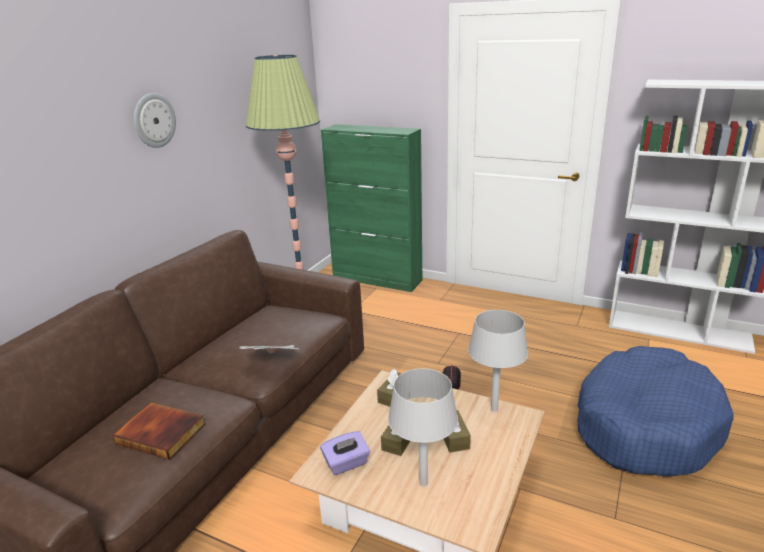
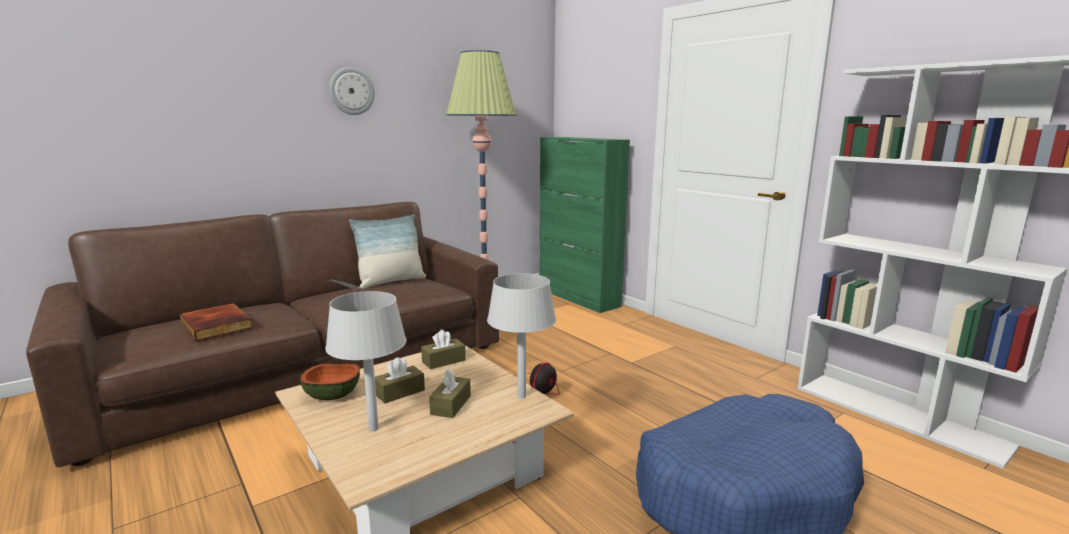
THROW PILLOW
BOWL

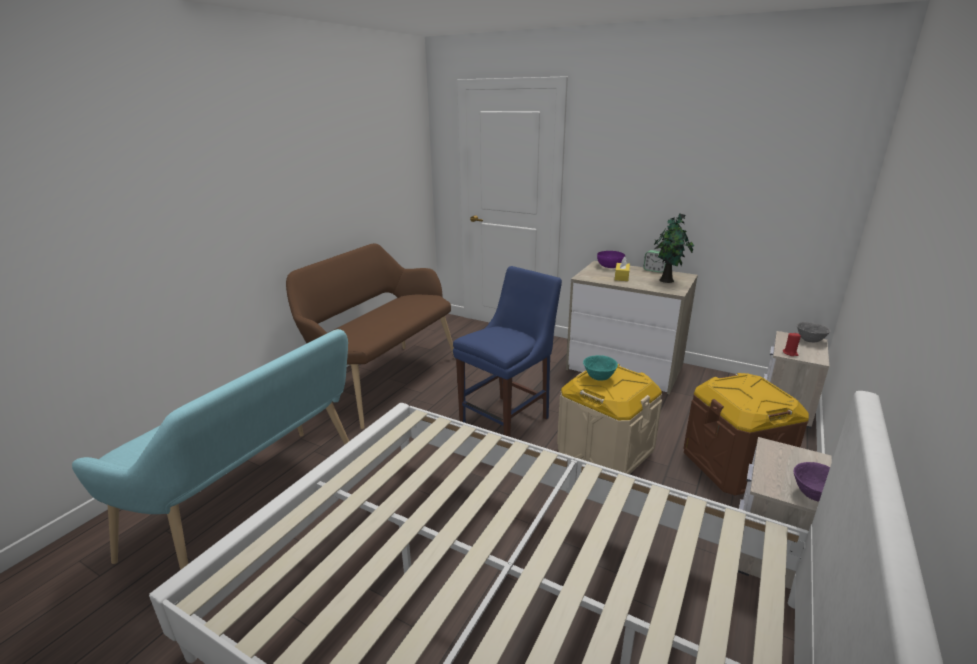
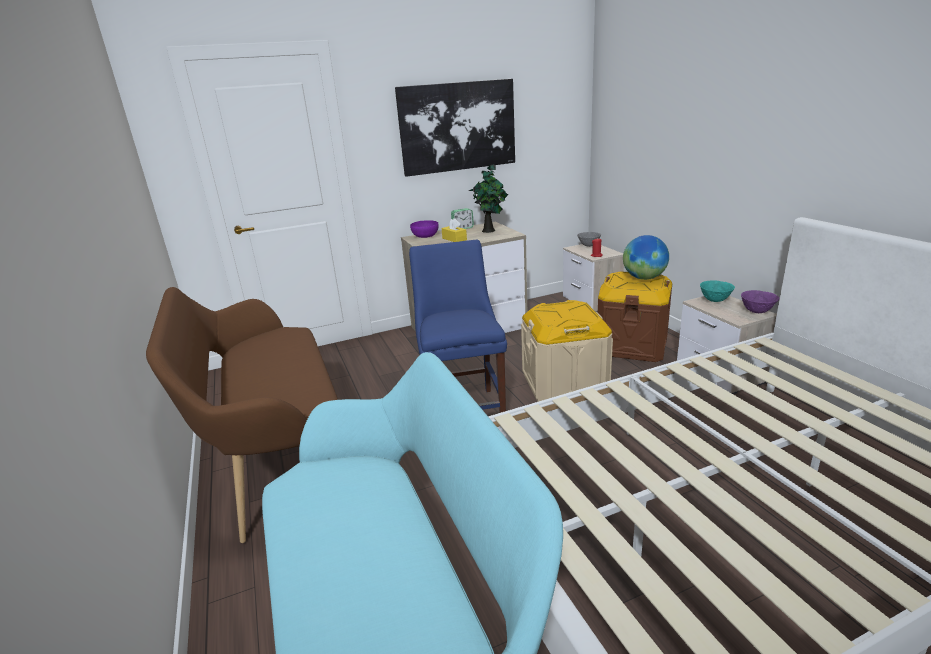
PICTURE
DESK GLOBE
TURQUOISE BOWL

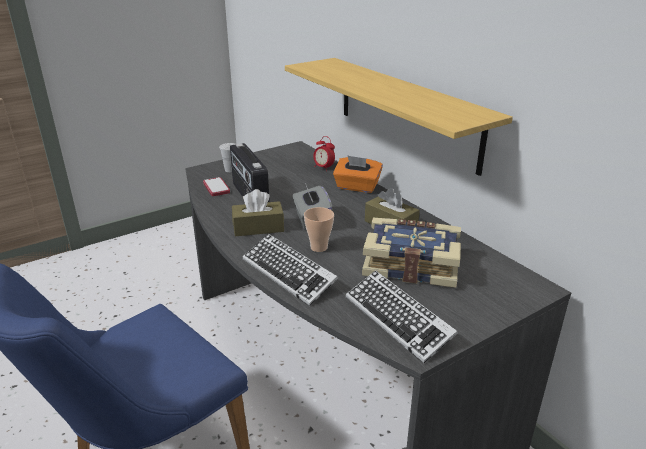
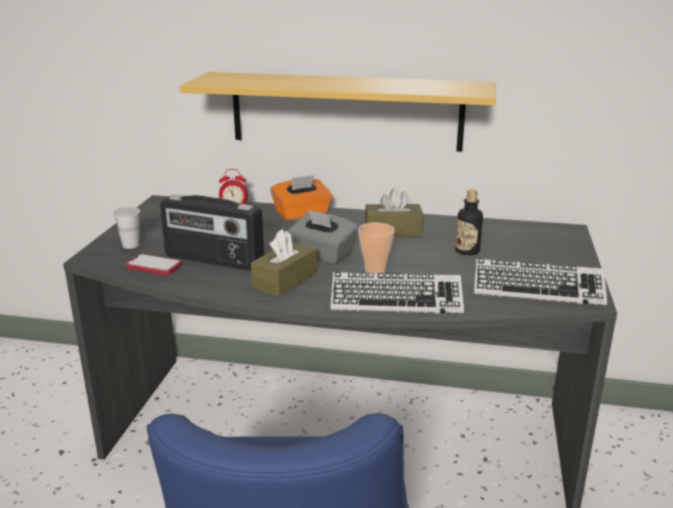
BOTTLE

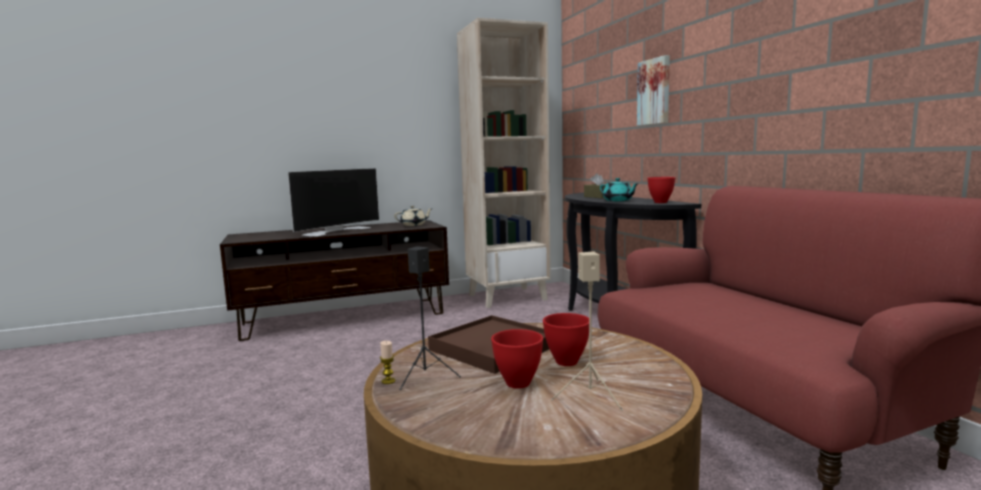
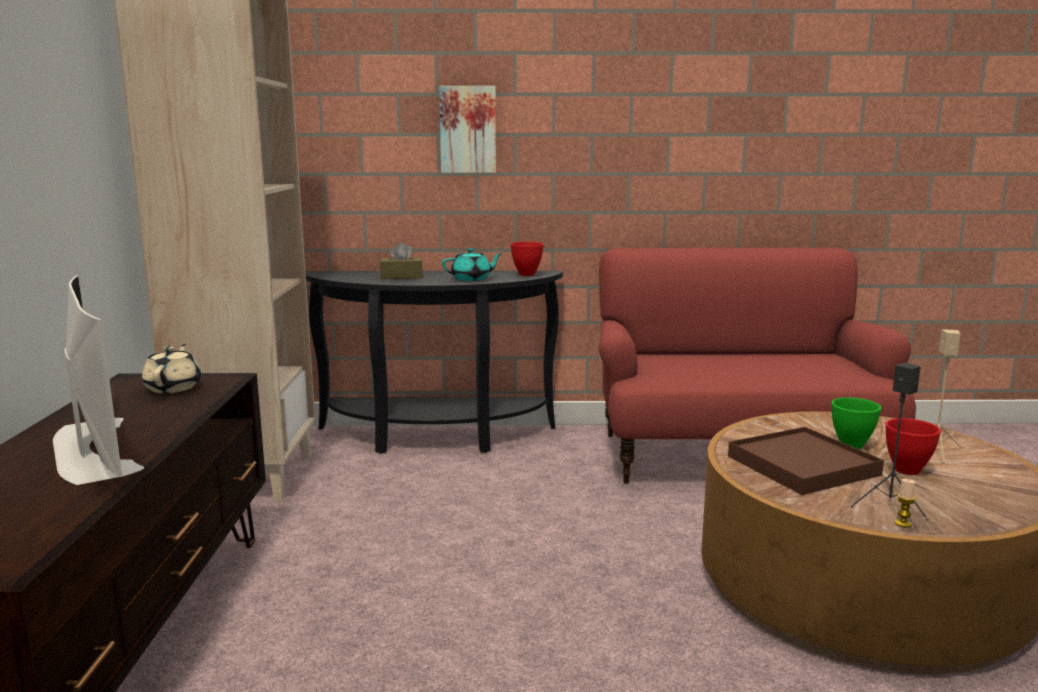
GREENISH BOWL

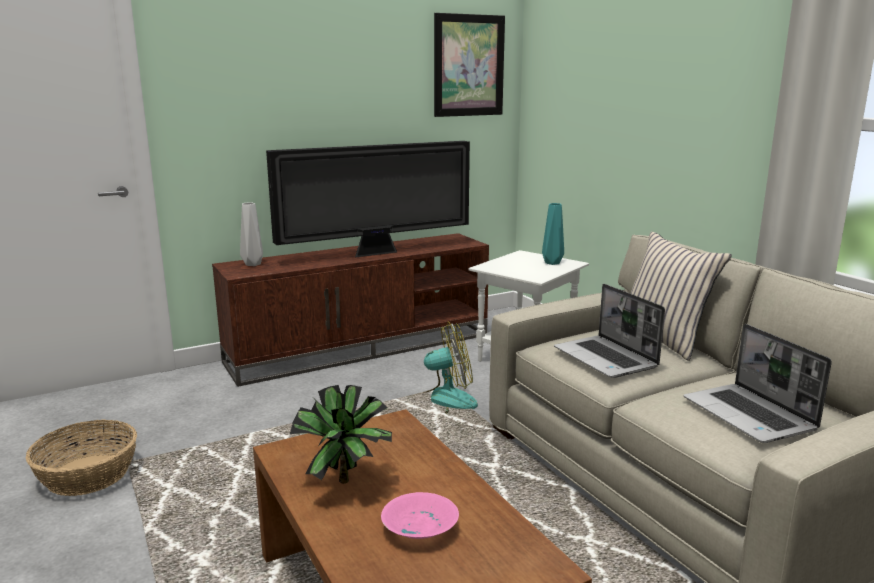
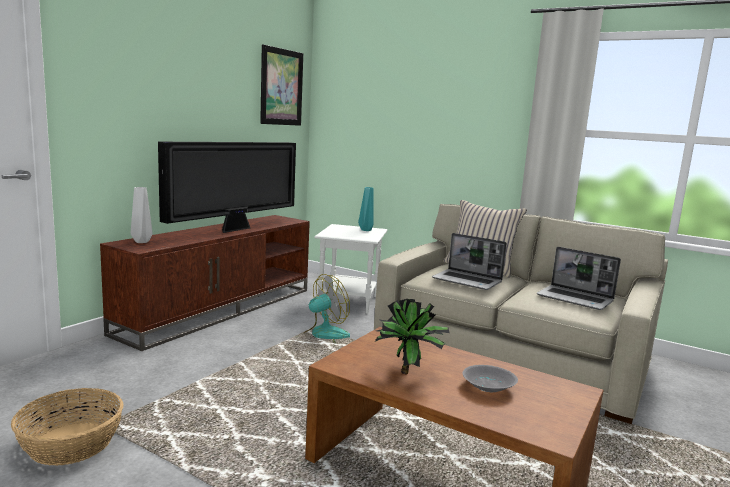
GREY BOWL

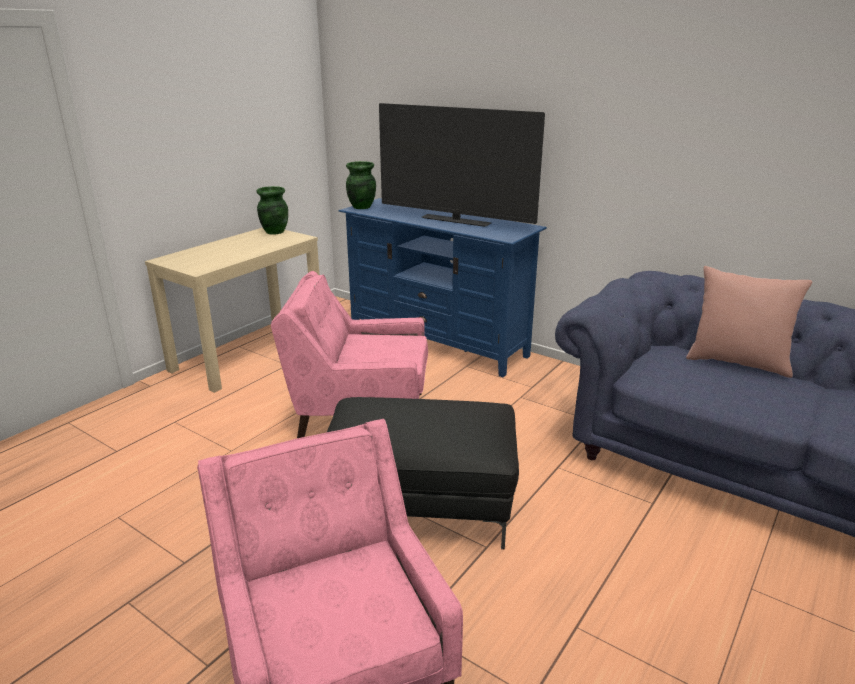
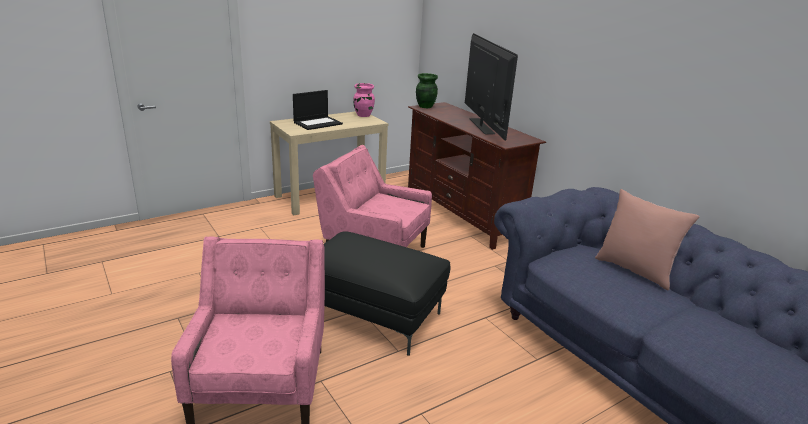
NOTEBOOK COMPUTER
PINK-COLOURED FLOWER VASE
BROWN-COLOURED TV STAND
TV

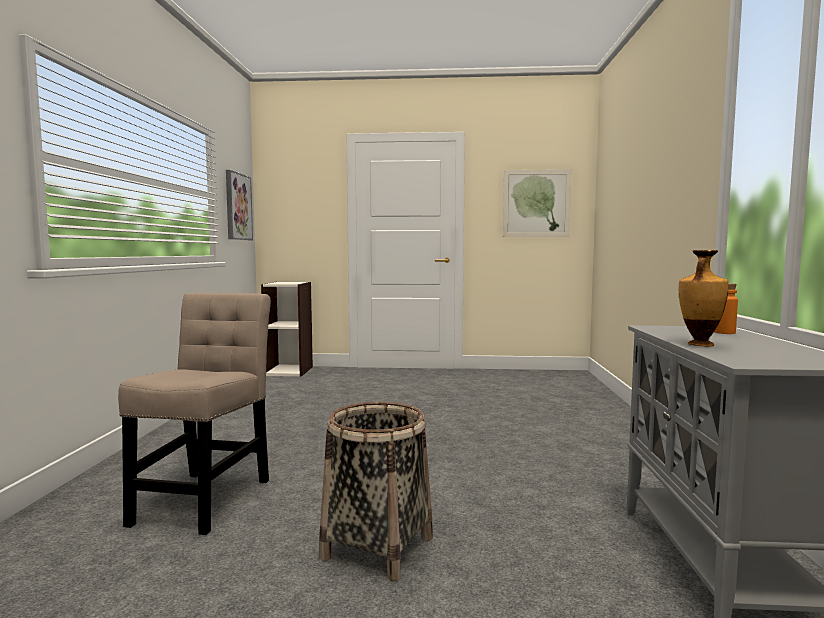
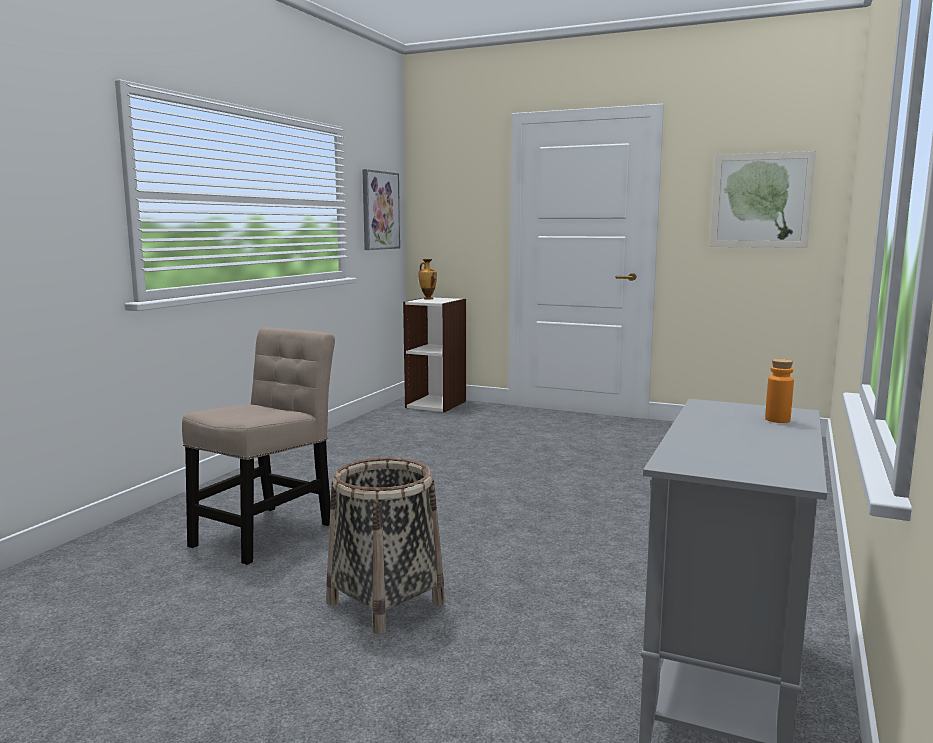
FLOWER VASE

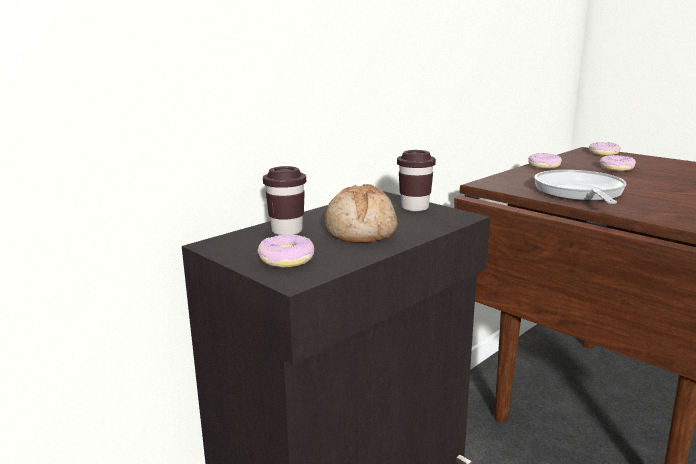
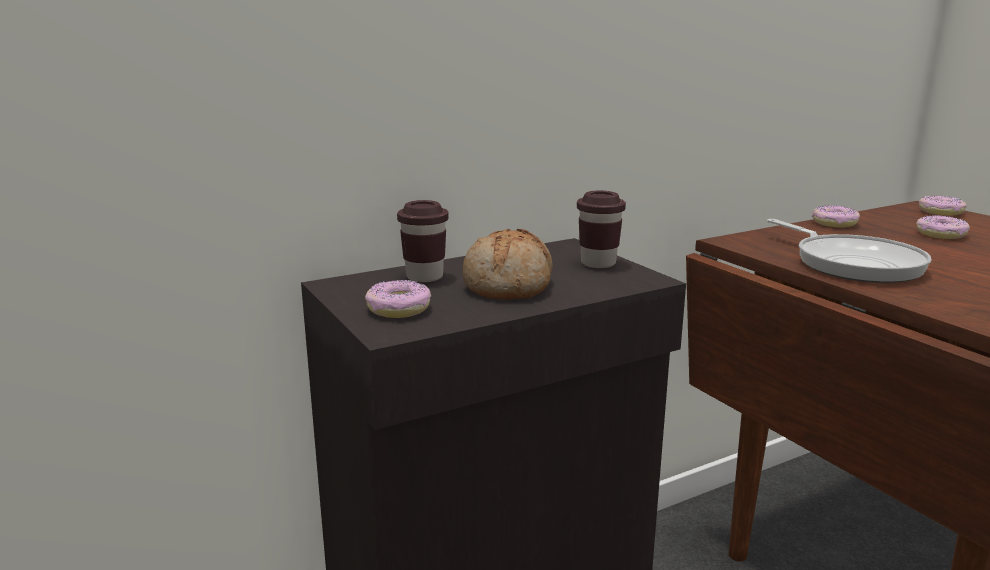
PAN

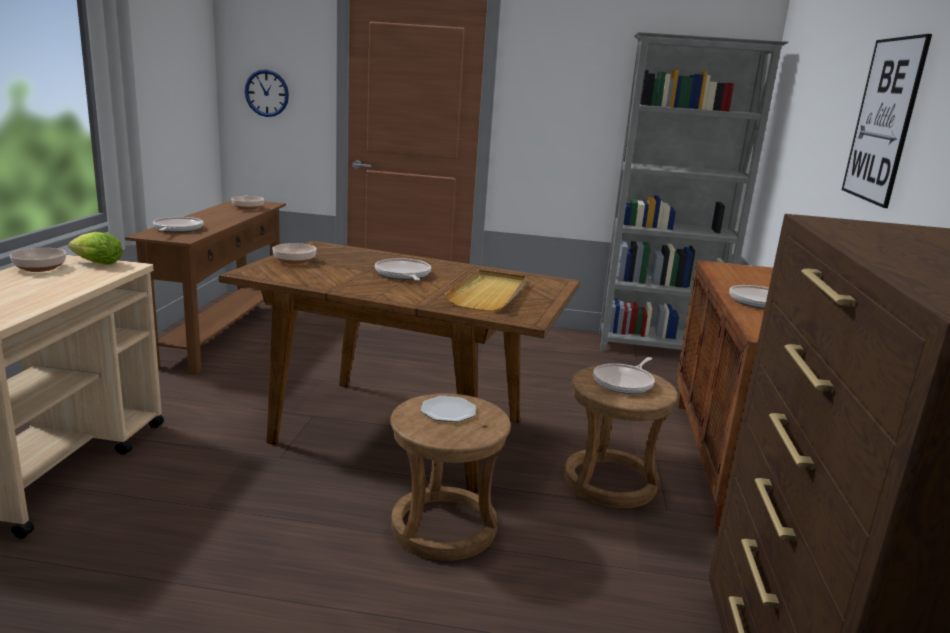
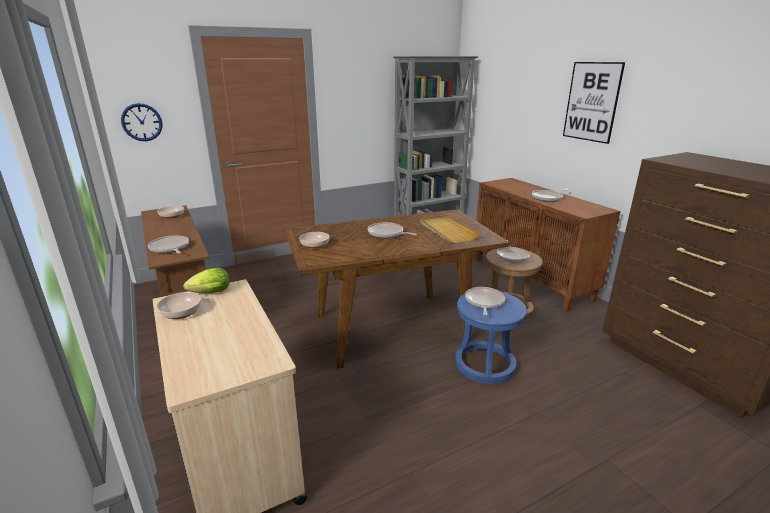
PAN (no. 3 from left)
BLUISH STOOL SEAT

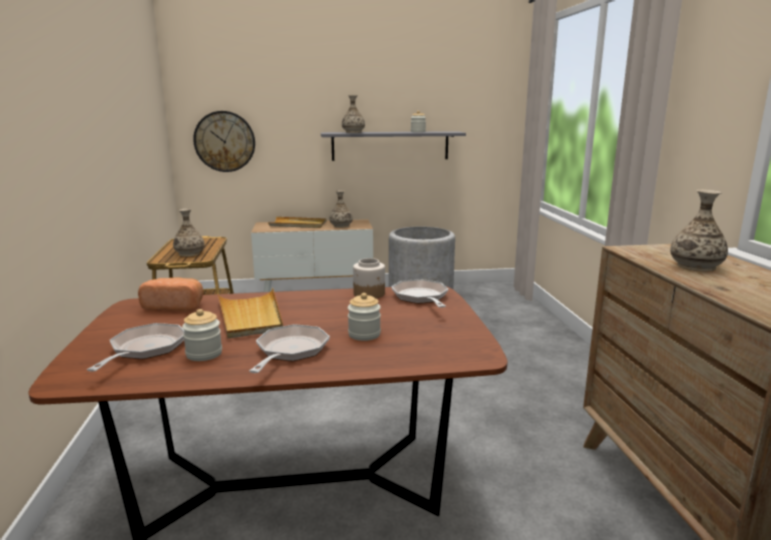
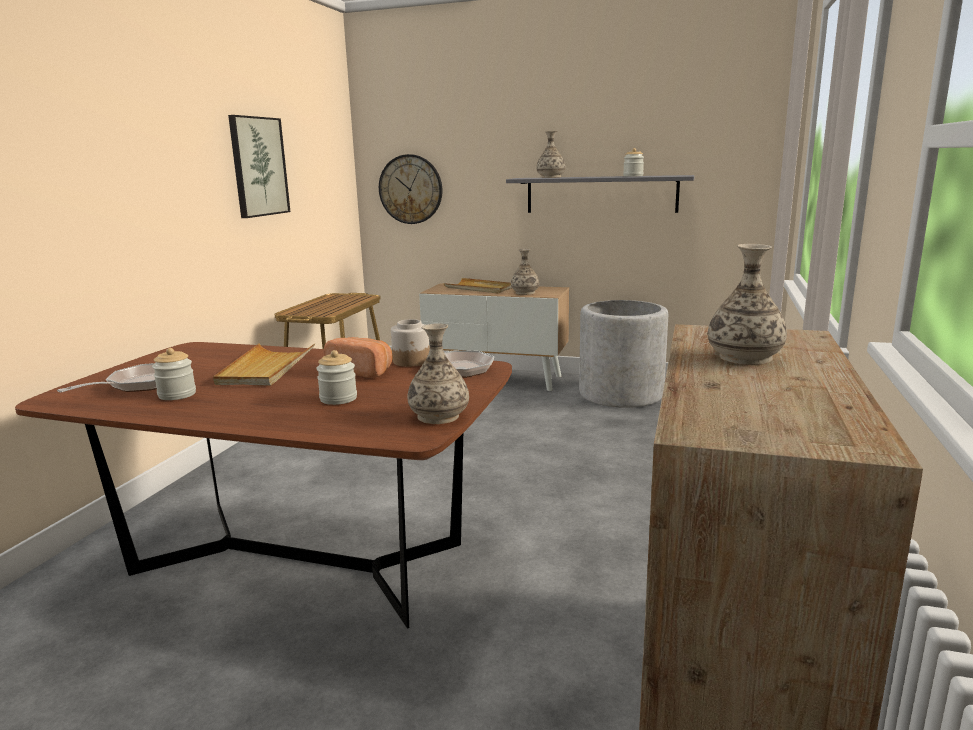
PAN (no. 2 from left in the first image)
PICTURE
BREAD
FLOWER VASE (no. 1 from left)

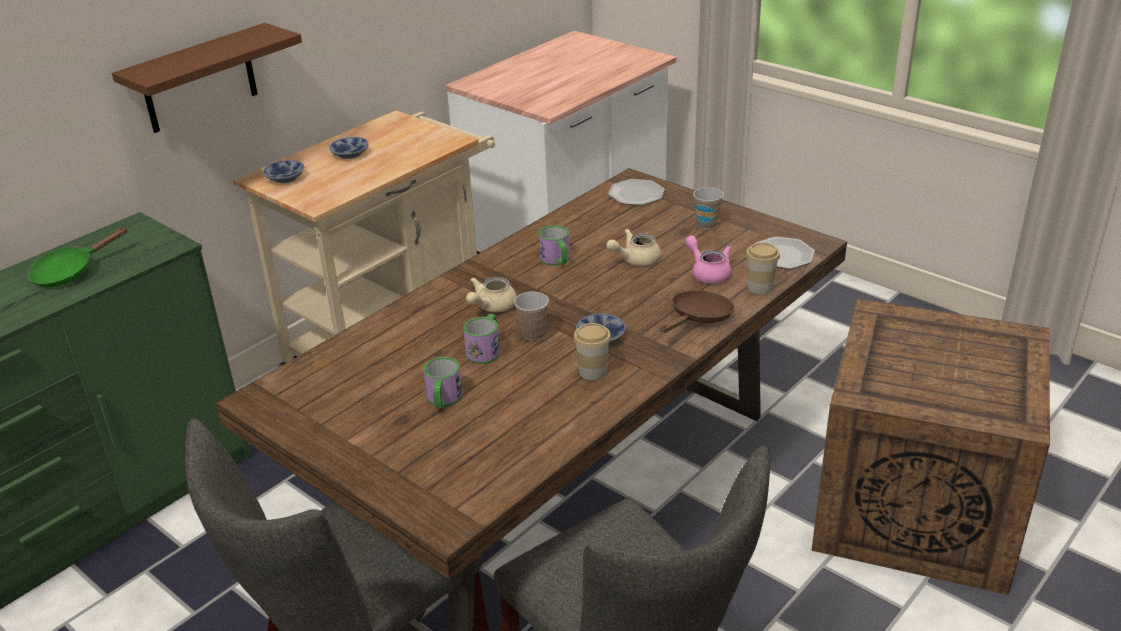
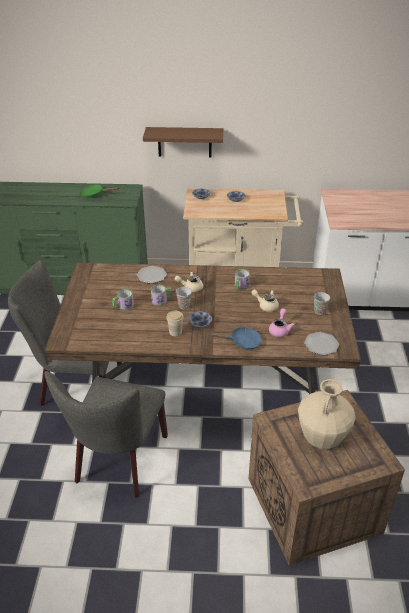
SMALL CUP (no. 4 from left in the first image)
BEIGE FLOWER VASE
FLAT DISH (no. 1 from left)
BLUISH PAN

